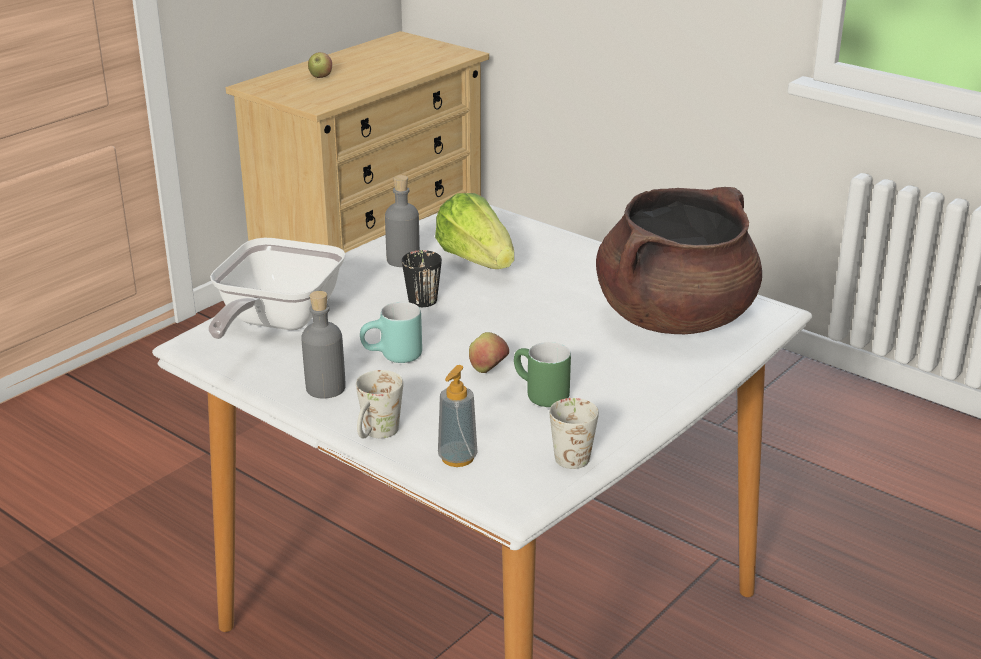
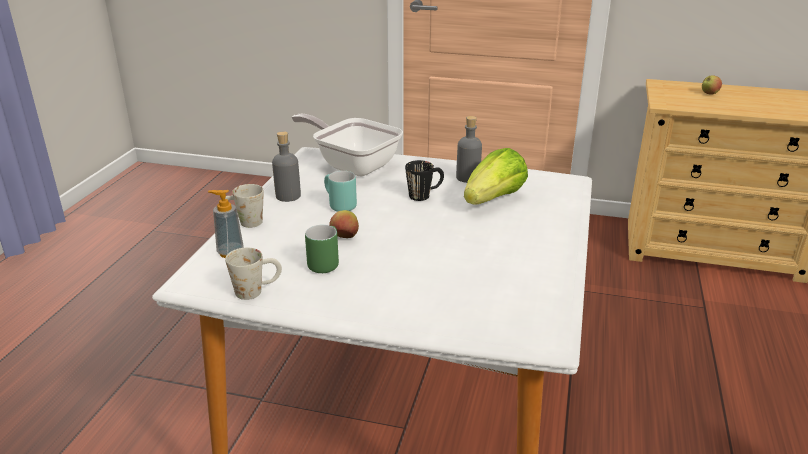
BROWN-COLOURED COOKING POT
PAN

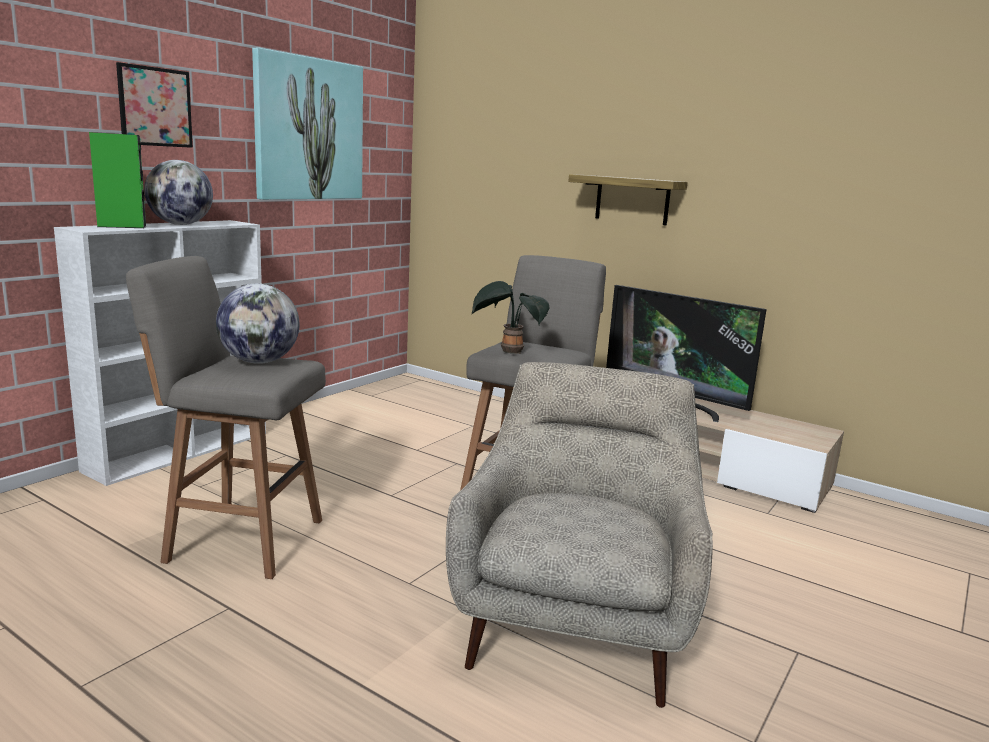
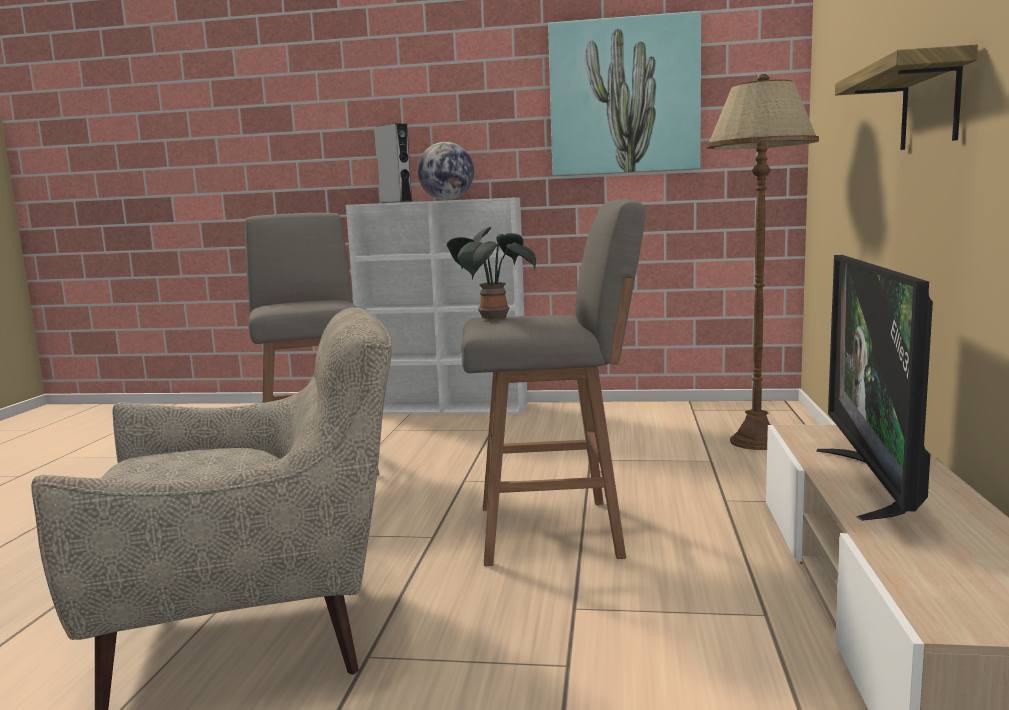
PICTURE (no. 1 from left in the first image)
DESK GLOBE (no. 2 from left in the first image)
BROWN-COLOURED STANDARD LAMP
GREY SPEAKER

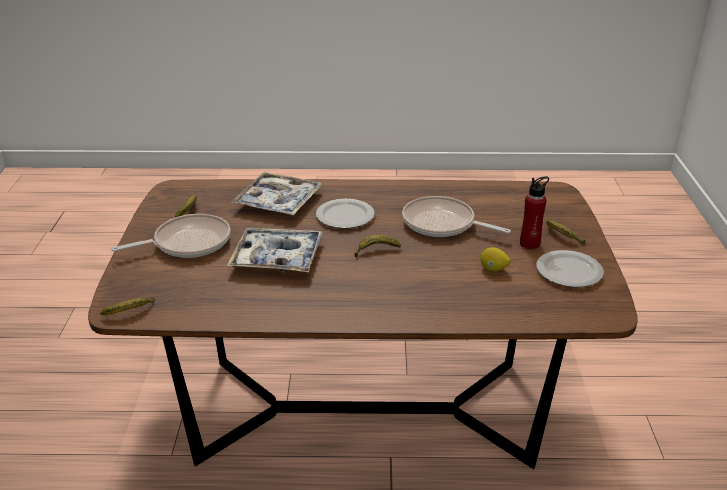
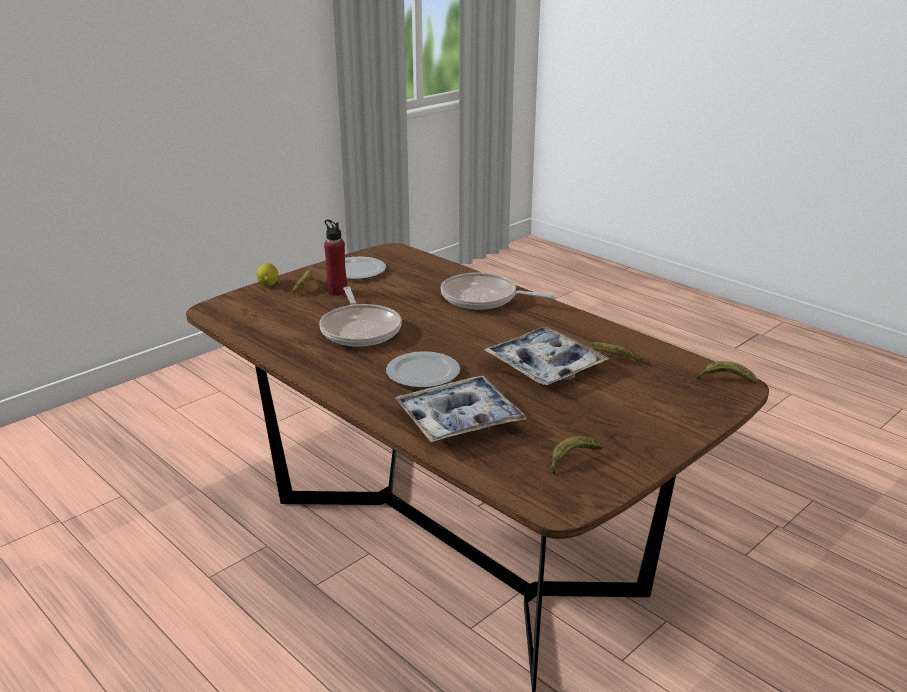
PAN (no. 2 from left)
BANANA (no. 3 from left)
LEMON

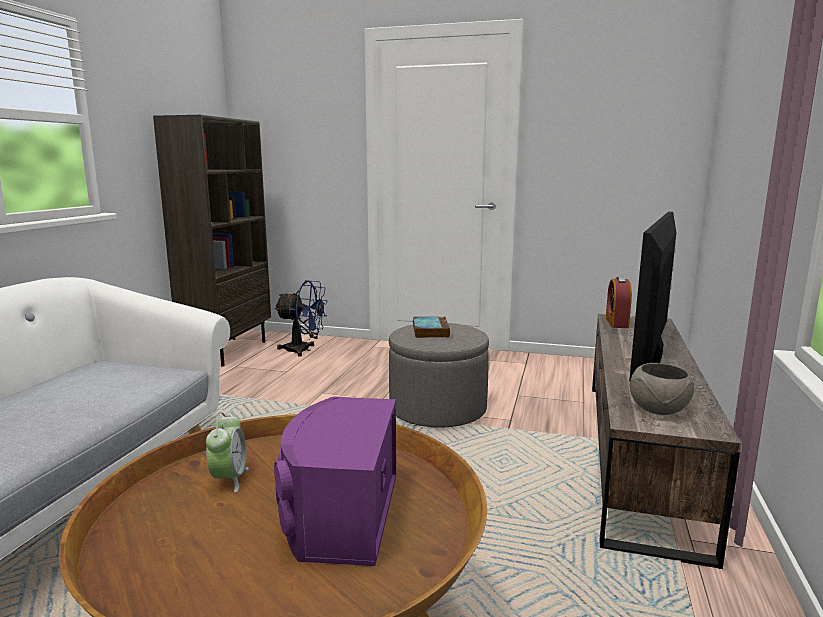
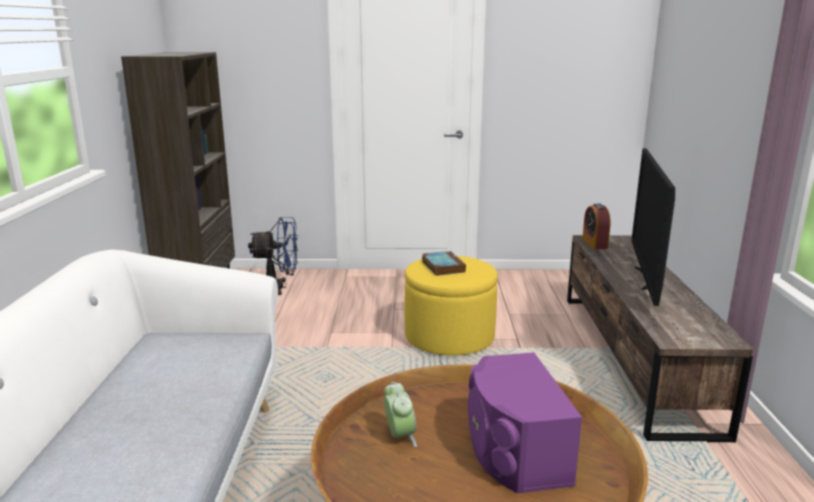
GREY BOWL
YELLOW POUFFE

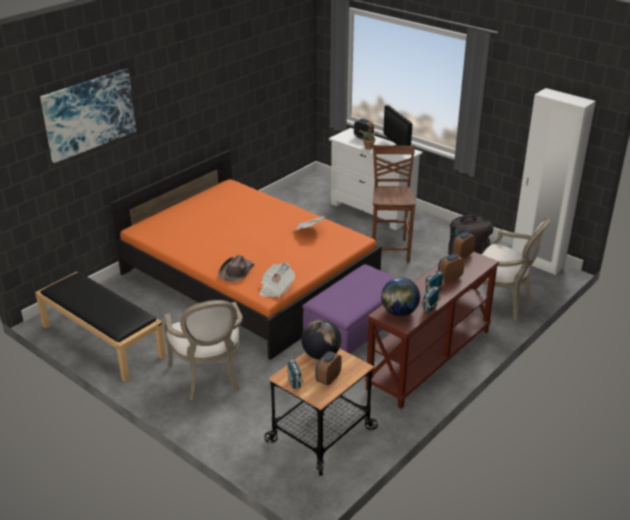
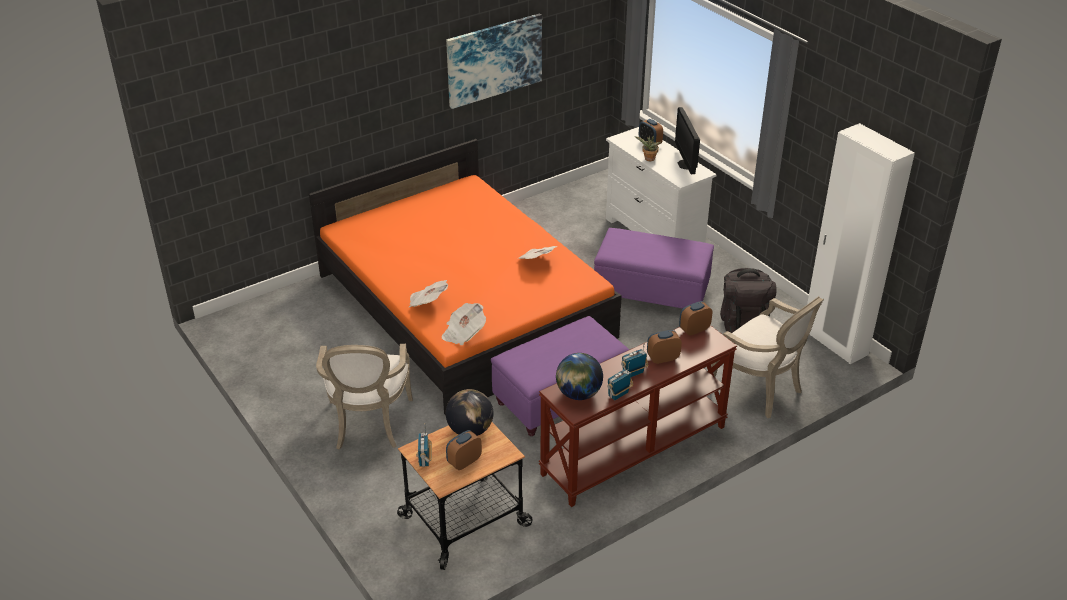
BLACK-COLOURED LONG SEAT
PICTURE
NEWSPAPER (no. 1 from left)
PURPLE-COLOURED POUFFE (no. 2 from left)

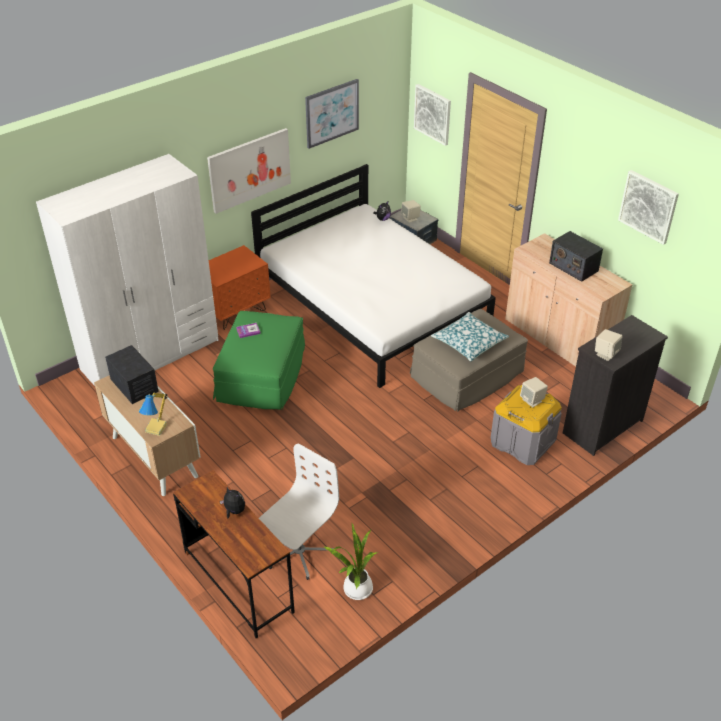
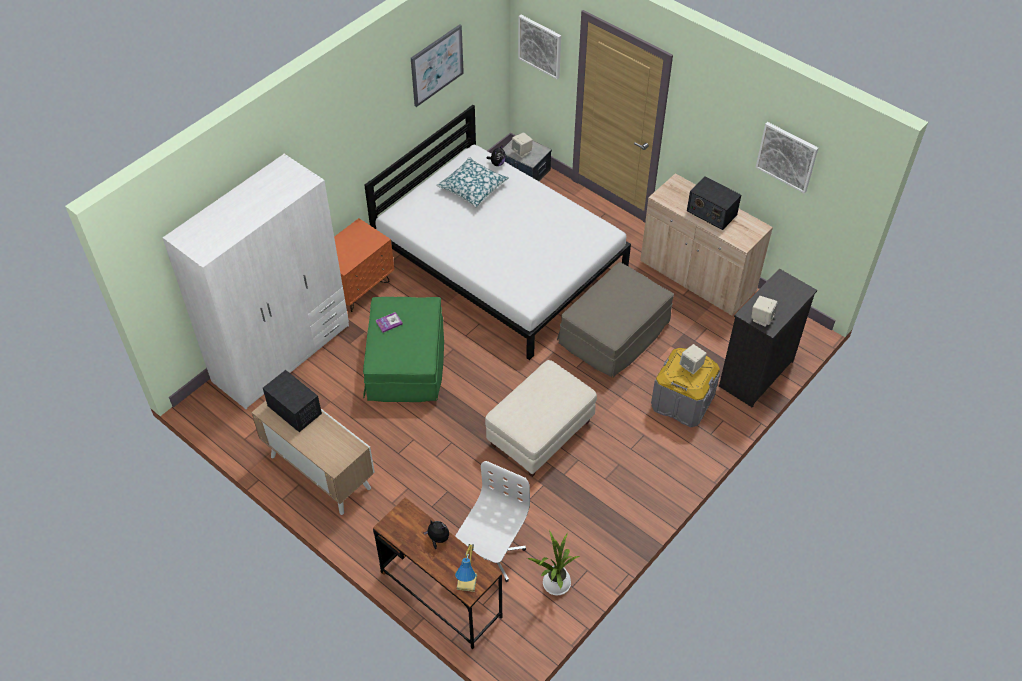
PICTURE (no. 1 from left in the first image)
BEIGE POUFFE (no. 1 from left)
TABLE LAMP
THROW PILLOW

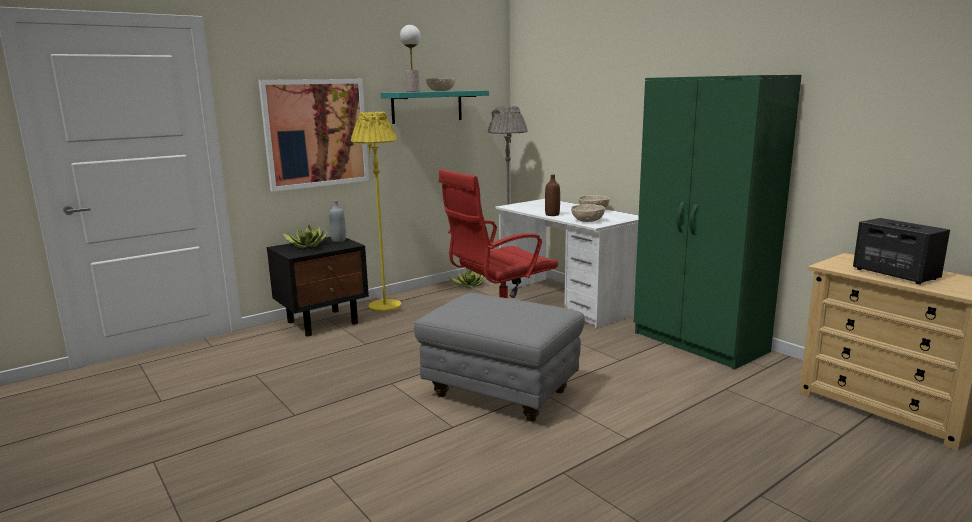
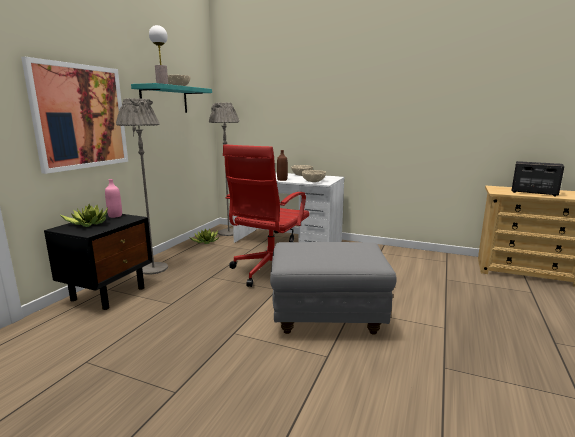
GREENISH CLOTHES CUPBOARD
PINK-COLOURED BOTTLE
GREY STANDARD LAMP (no. 1 from left)

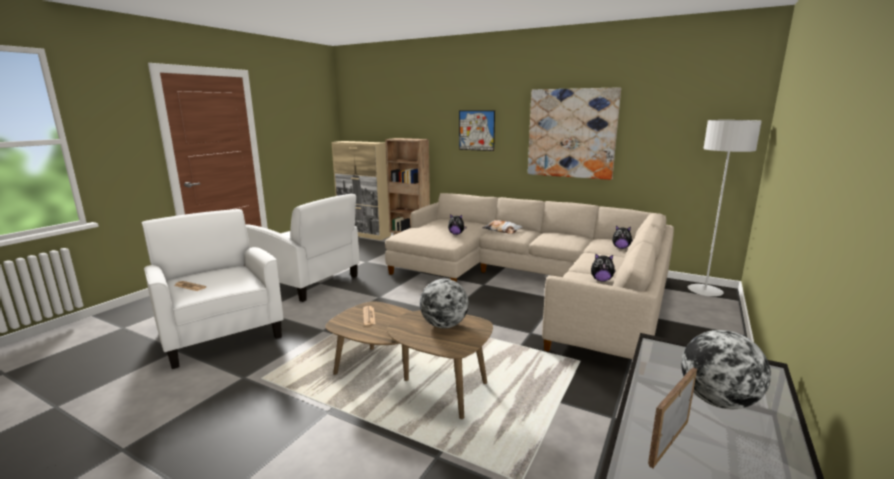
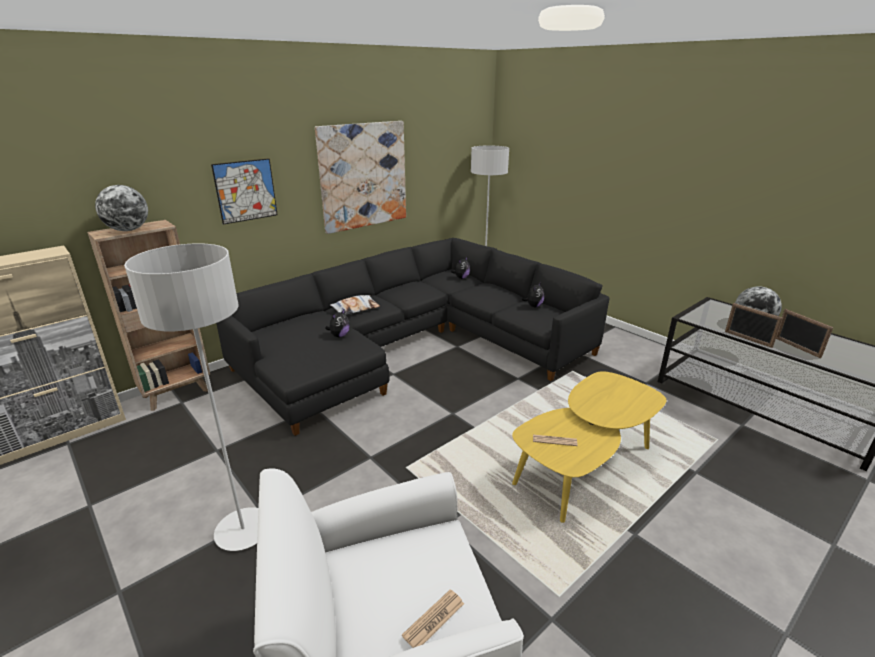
STANDING FRAME (no. 1 from left)
DESK GLOBE (no. 1 from left)
GREY STANDARD LAMP (no. 1 from left)
YELLOW LOUNGE TABLE
BLACK-COLOURED SOFA

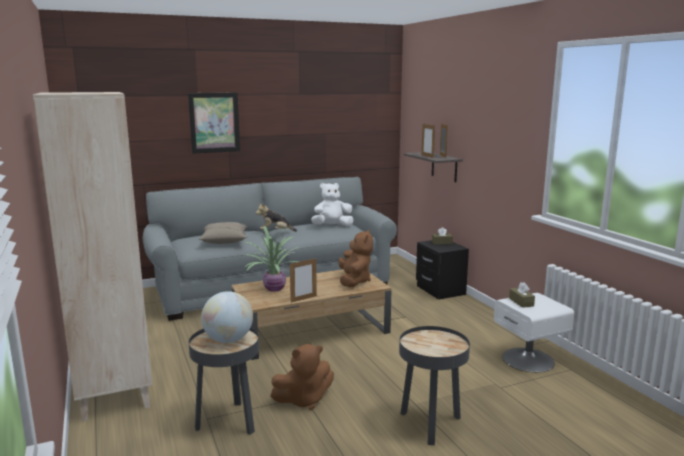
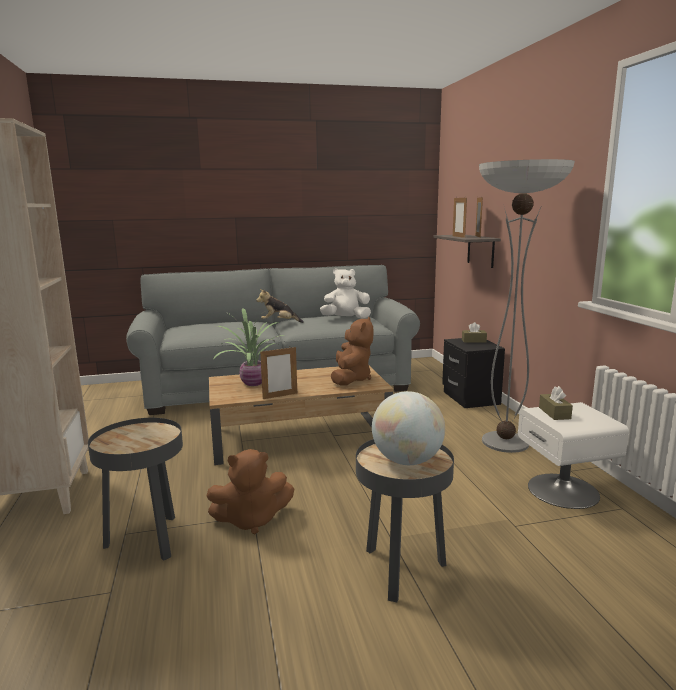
PICTURE
BEIGE THROW PILLOW
STANDARD LAMP
DESK GLOBE

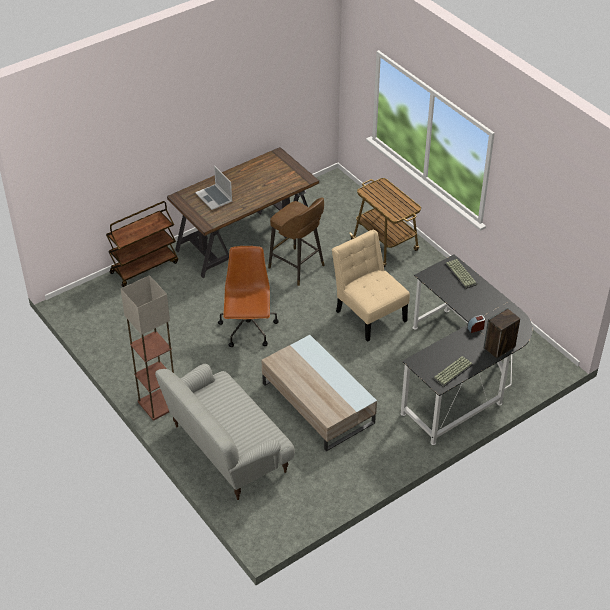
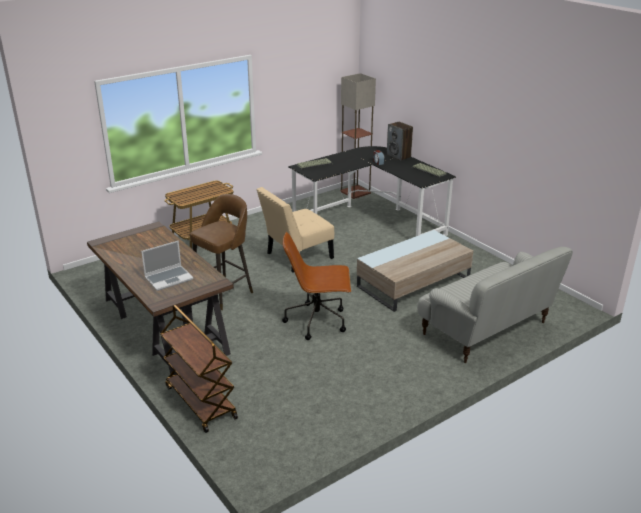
STANDARD LAMP

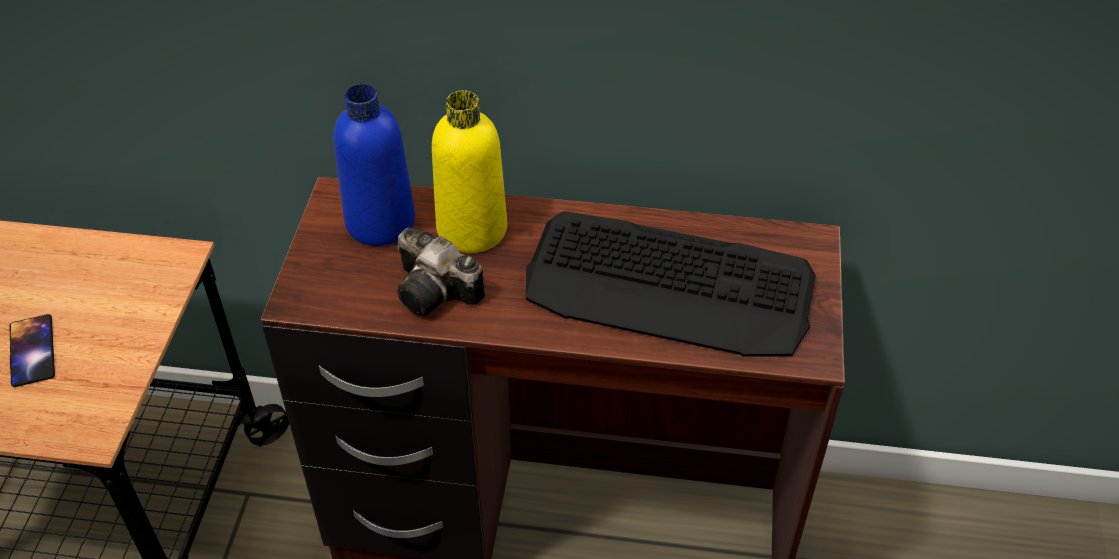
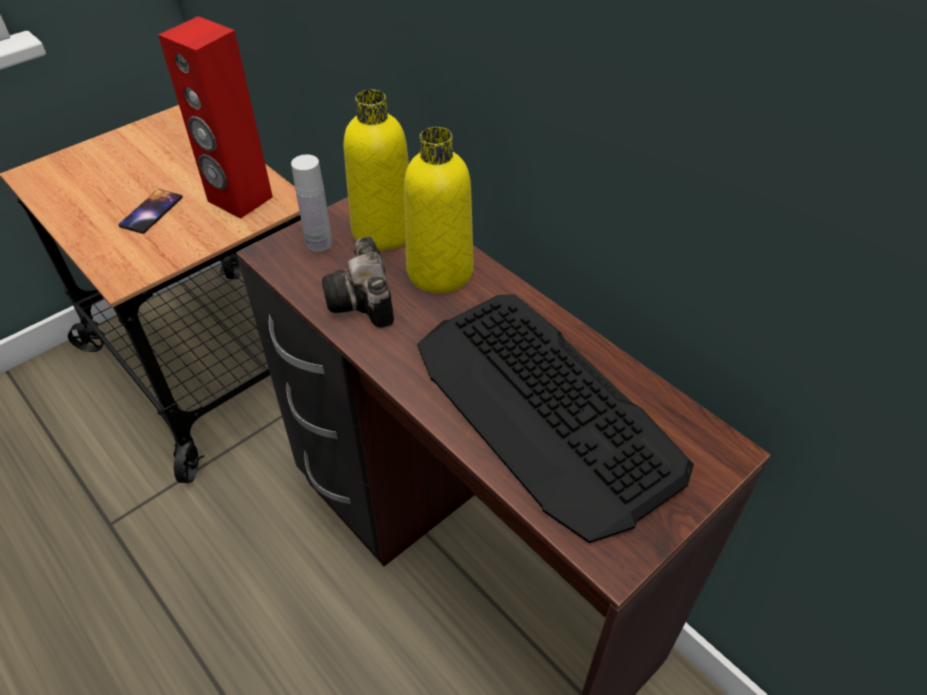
RED-COLOURED SPEAKER
WHITISH BOTTLE
YELLOW BOTTLE (no. 1 from left)

